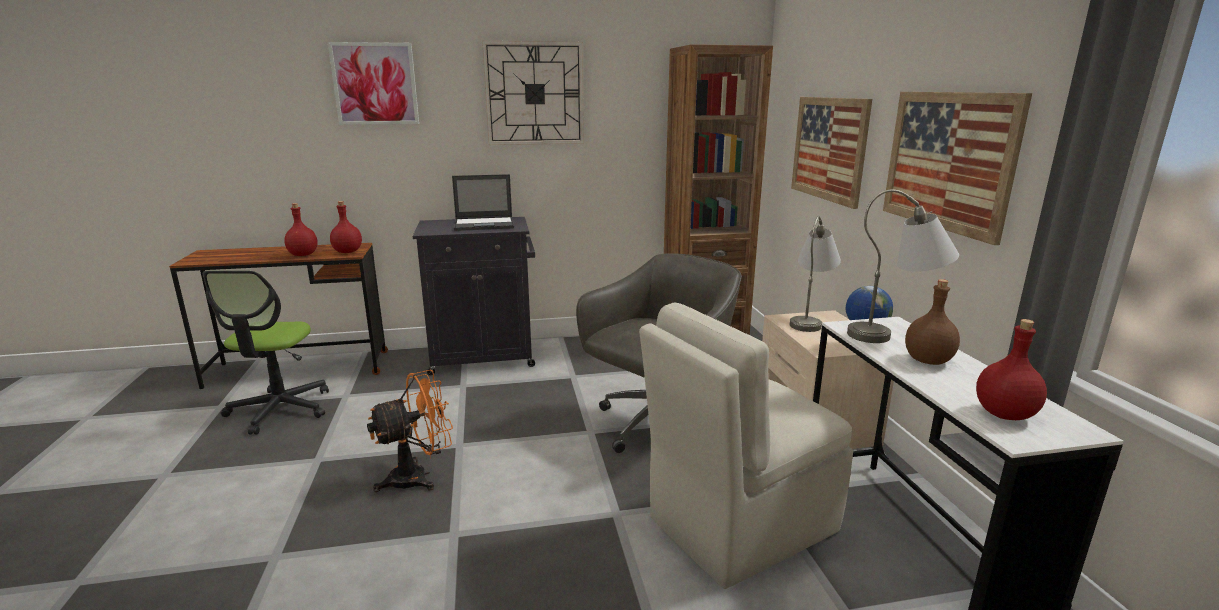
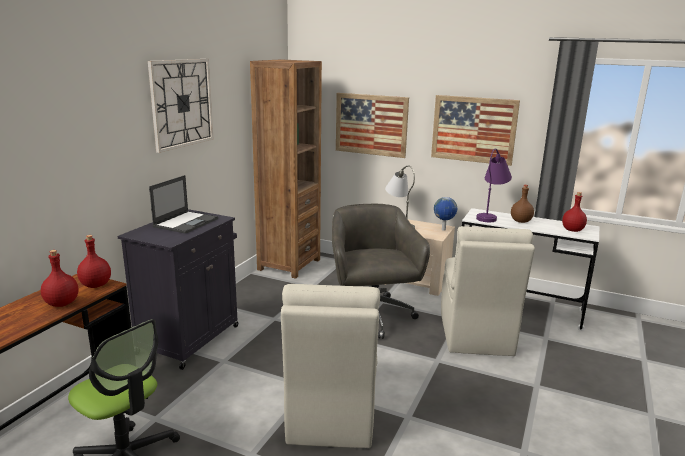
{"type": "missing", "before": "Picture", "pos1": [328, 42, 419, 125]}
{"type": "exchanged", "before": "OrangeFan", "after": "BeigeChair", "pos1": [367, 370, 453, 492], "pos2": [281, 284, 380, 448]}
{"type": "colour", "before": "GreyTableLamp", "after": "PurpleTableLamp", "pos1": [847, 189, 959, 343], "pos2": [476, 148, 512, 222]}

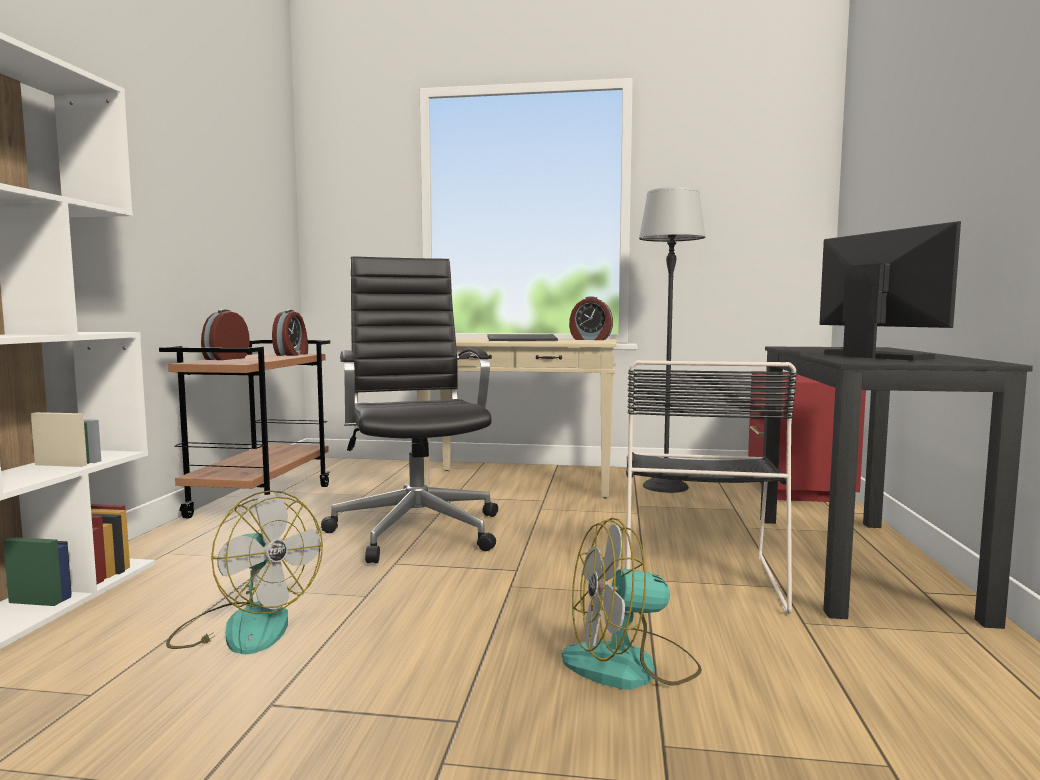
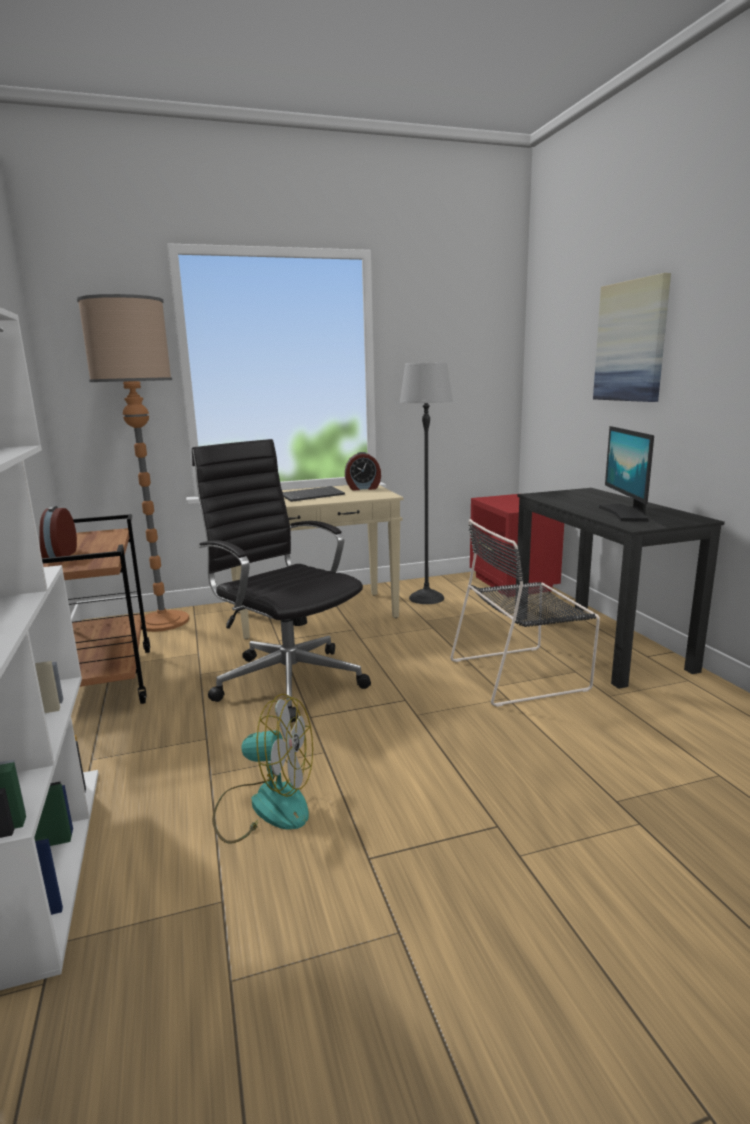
{"type": "missing", "before": "AlarmClock", "pos1": [272, 310, 308, 356]}
{"type": "missing", "before": "Fan", "pos1": [562, 518, 702, 690]}
{"type": "spun", "before": "BlackChair", "pos1": [626, 360, 797, 614], "pos2": [450, 519, 600, 707], "turn": 90}
{"type": "spun", "before": "Monitor", "pos1": [820, 221, 961, 361], "pos2": [598, 426, 654, 522], "turn": -135}
{"type": "appeared", "after": "FloorLamp", "pos2": [77, 294, 189, 632]}
{"type": "appeared", "after": "Picture", "pos2": [593, 273, 671, 402]}

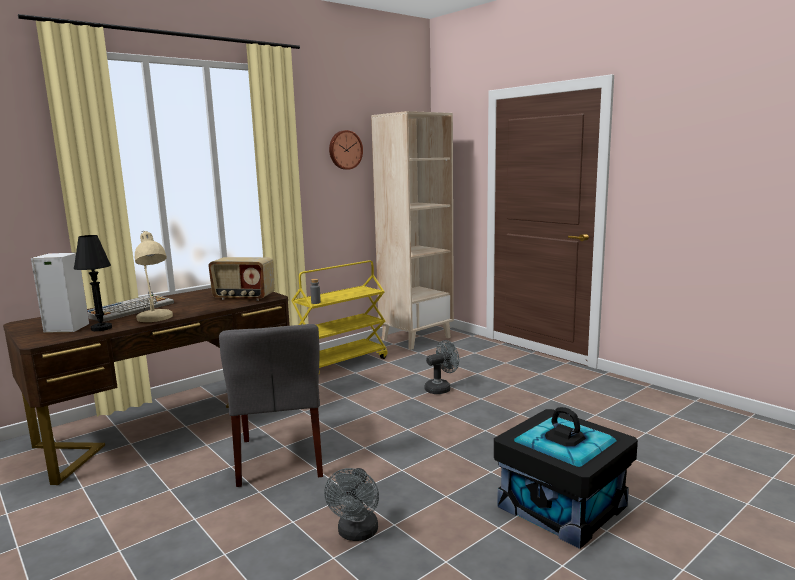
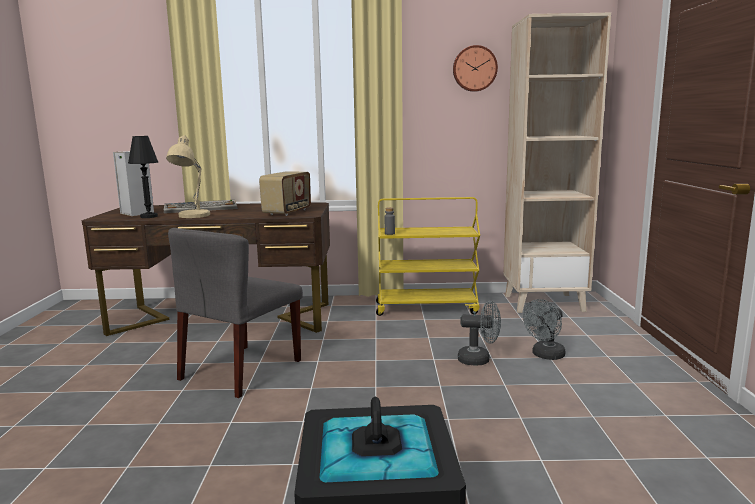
{"type": "spun", "before": "Radio", "pos1": [208, 257, 275, 301], "pos2": [259, 171, 311, 216], "turn": -120}
{"type": "relocated", "before": "GreyFan", "pos1": [324, 468, 379, 541], "pos2": [523, 299, 566, 360]}

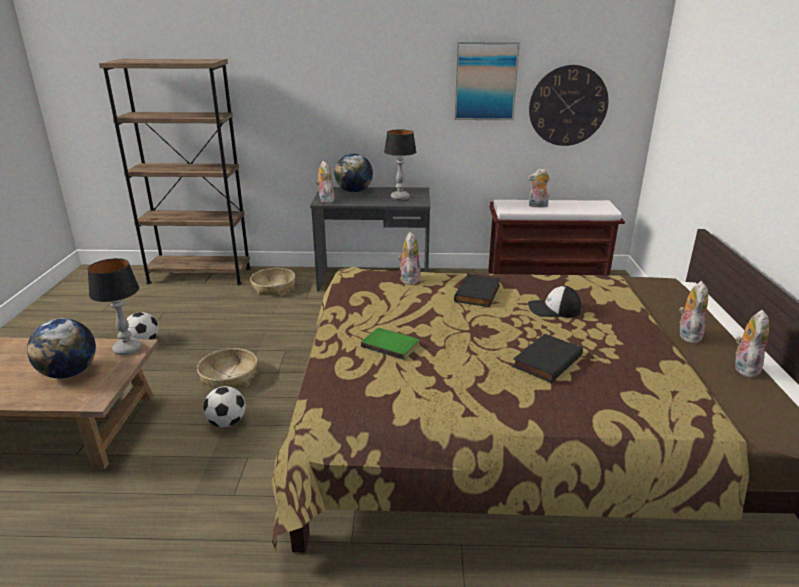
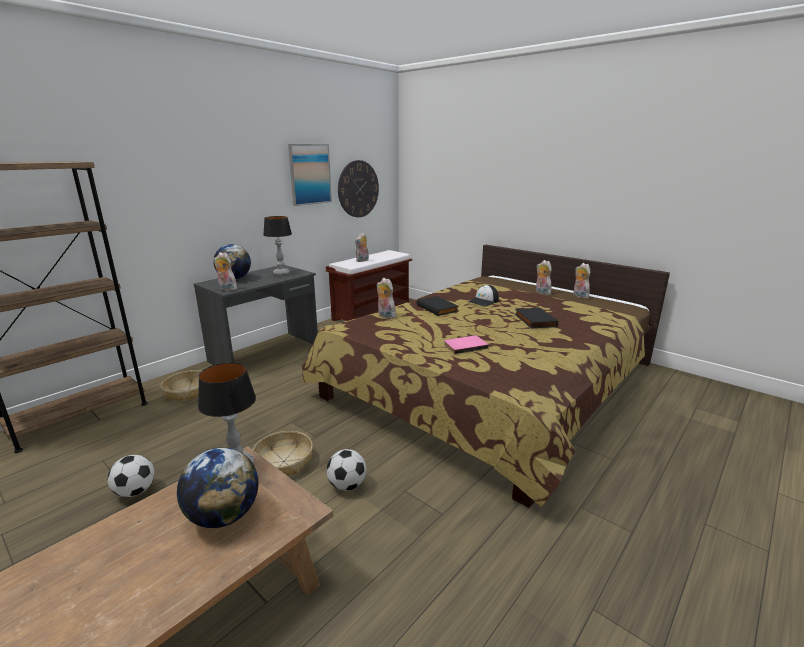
{"type": "colour", "before": "GreenBook", "after": "PinkBook", "pos1": [361, 328, 420, 360], "pos2": [444, 335, 489, 354]}

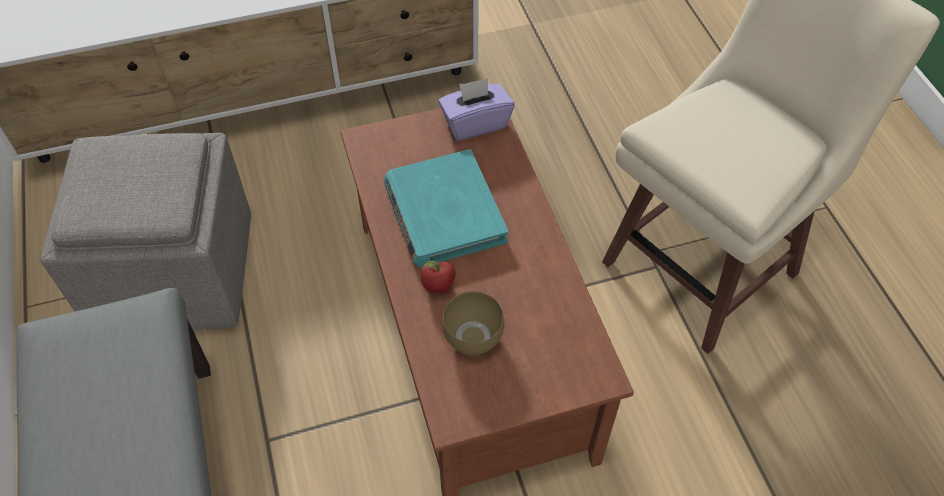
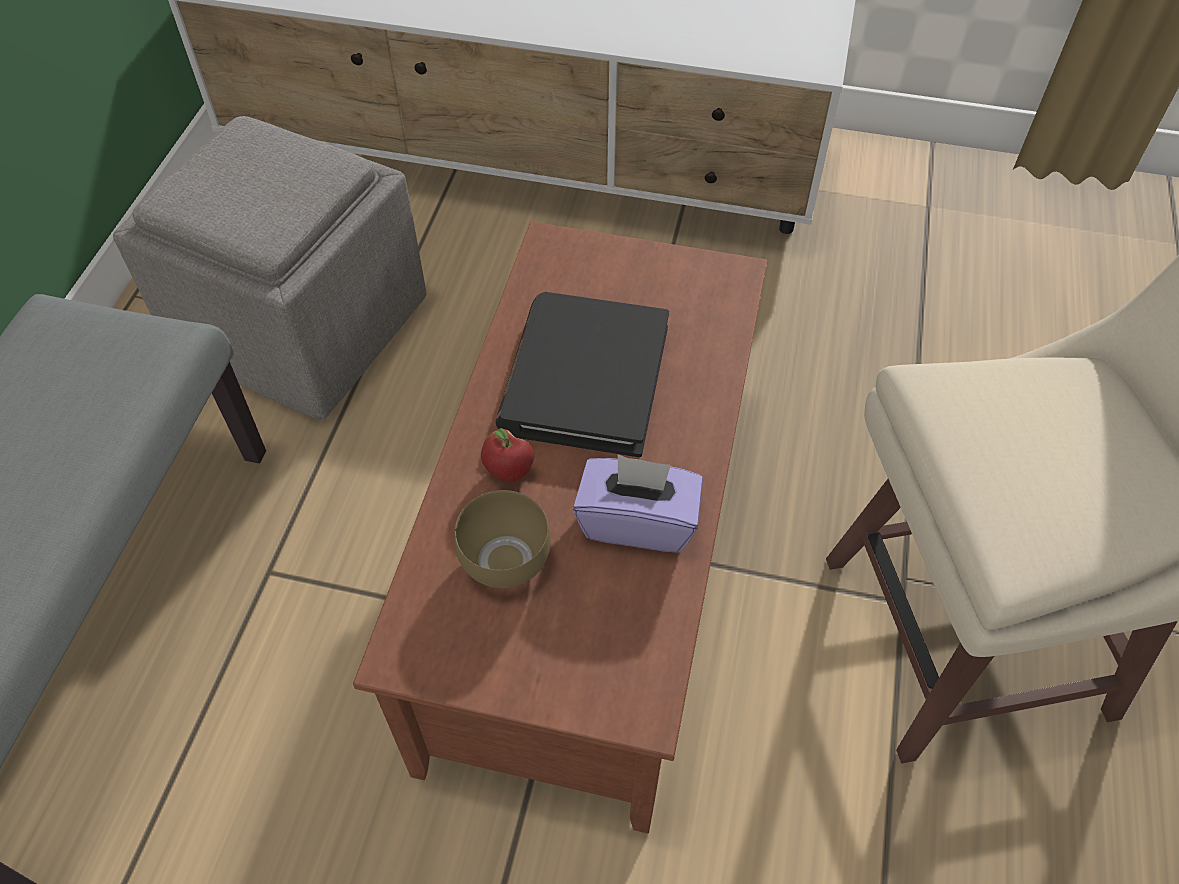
{"type": "colour", "before": "TurquoiseBook", "after": "BlackBook", "pos1": [384, 149, 508, 267], "pos2": [495, 292, 669, 457]}
{"type": "relocated", "before": "PurpleTissueBox", "pos1": [438, 78, 514, 140], "pos2": [573, 454, 703, 553]}

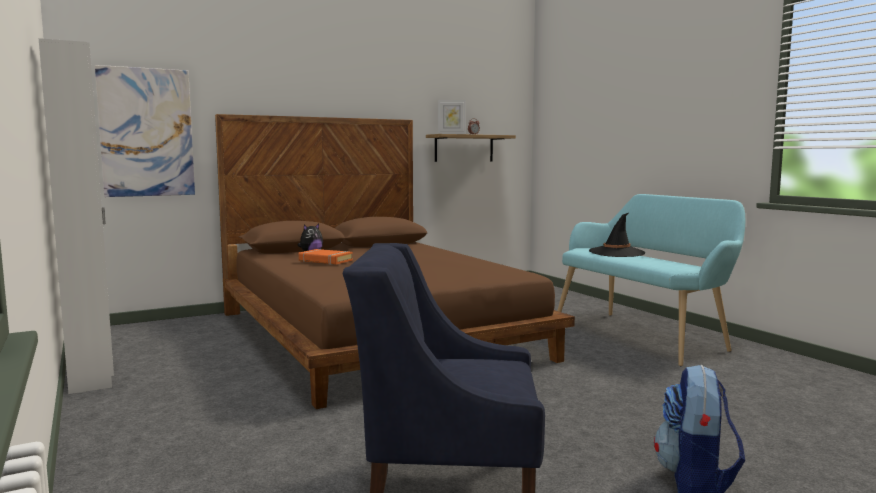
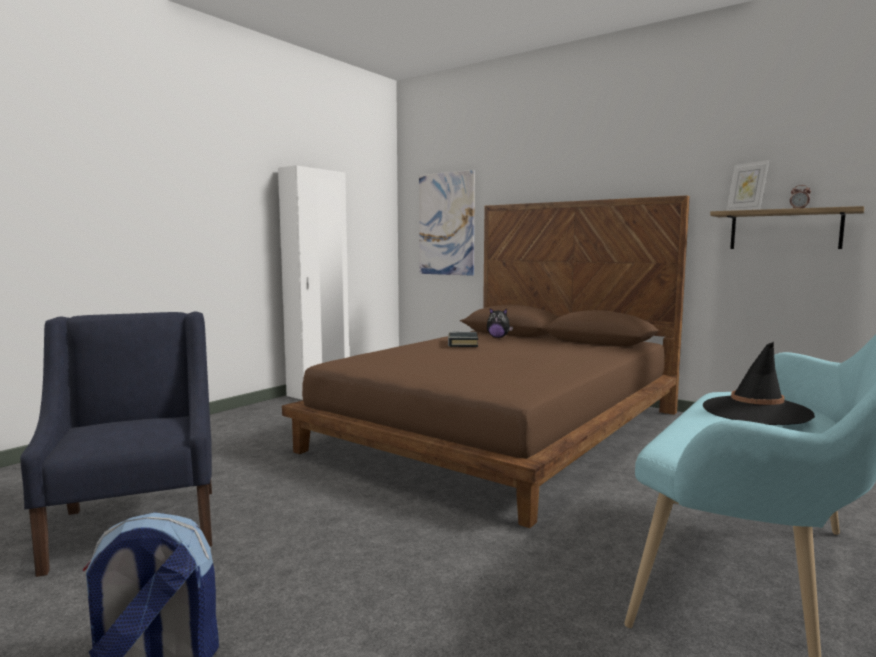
{"type": "colour", "before": "OrangeBook", "after": "BlackBook", "pos1": [299, 249, 353, 264], "pos2": [448, 332, 478, 347]}

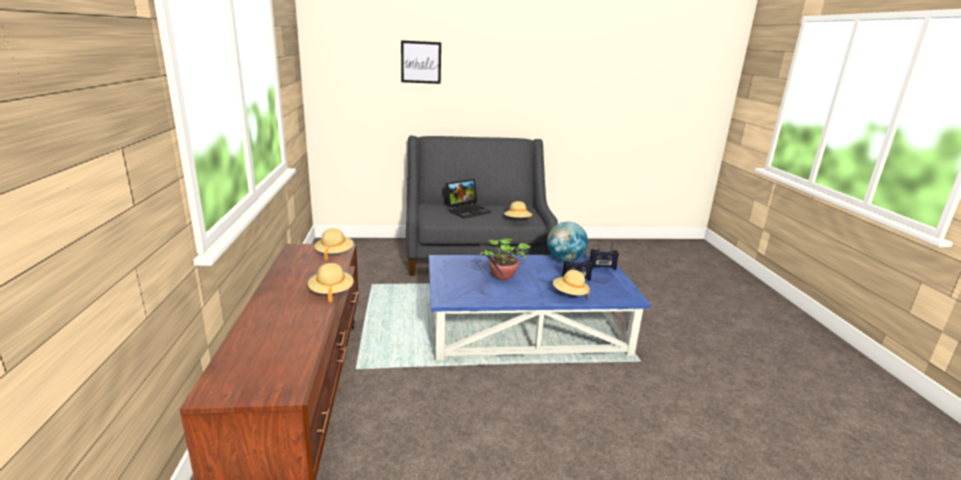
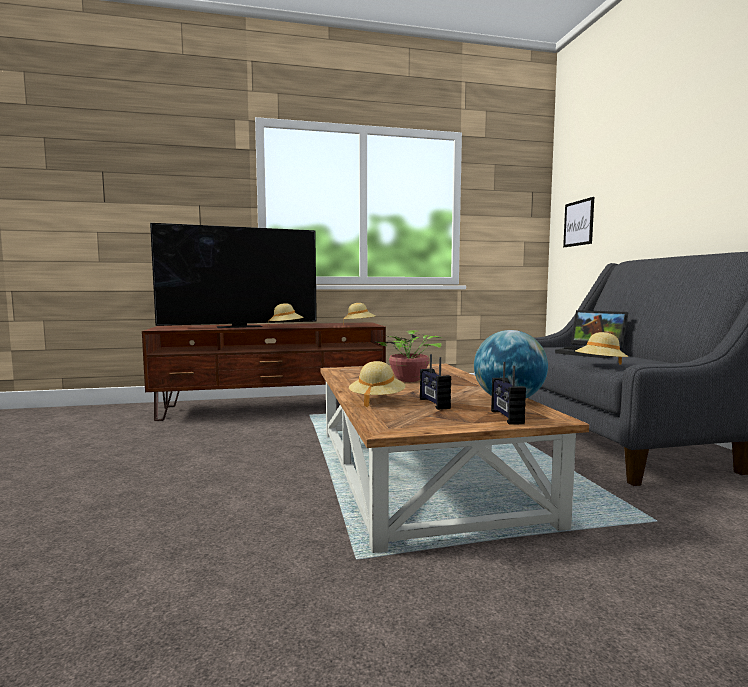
{"type": "relocated", "before": "Picture", "pos1": [401, 40, 441, 84], "pos2": [563, 197, 594, 247]}
{"type": "colour", "before": "BlueCoffeeTable", "after": "BrownCoffeeTable", "pos1": [429, 255, 651, 361], "pos2": [321, 364, 589, 553]}
{"type": "appeared", "after": "Television", "pos2": [150, 223, 317, 328]}

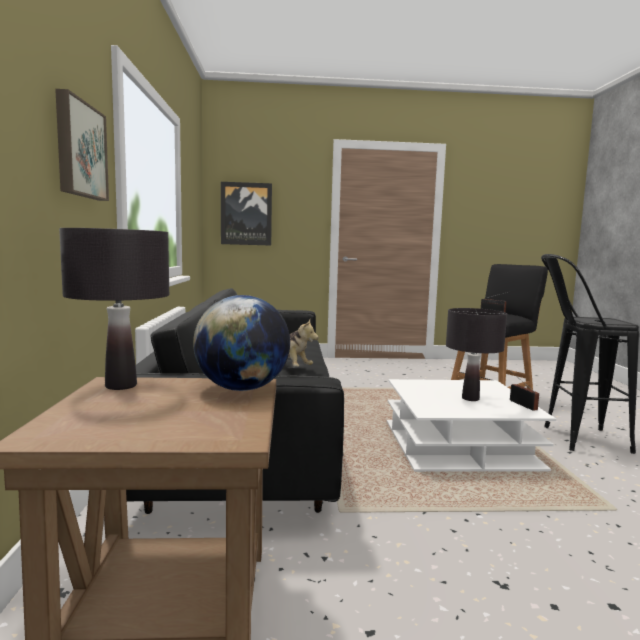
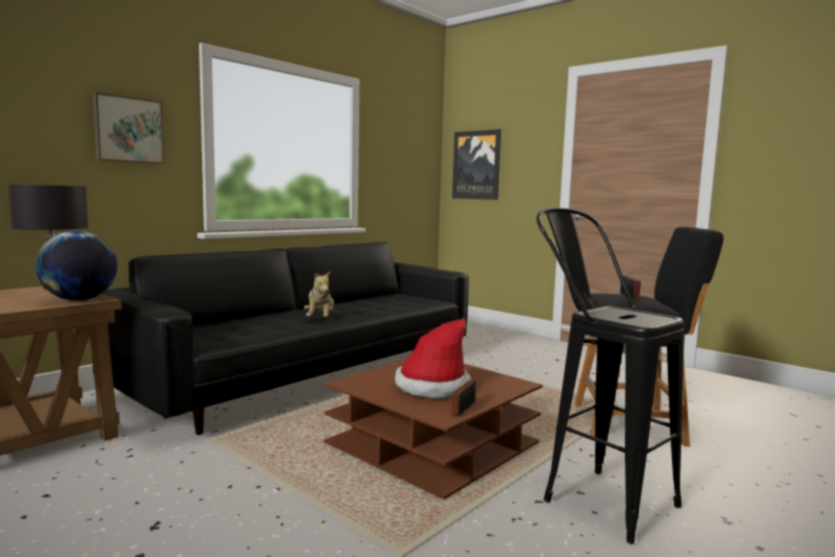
{"type": "colour", "before": "WhiteCoffeeTable", "after": "BrownCoffeeTable", "pos1": [387, 379, 556, 472], "pos2": [324, 360, 543, 500]}
{"type": "exchanged", "before": "BlackTableLamp", "after": "Hat", "pos1": [446, 308, 507, 401], "pos2": [395, 318, 471, 400]}

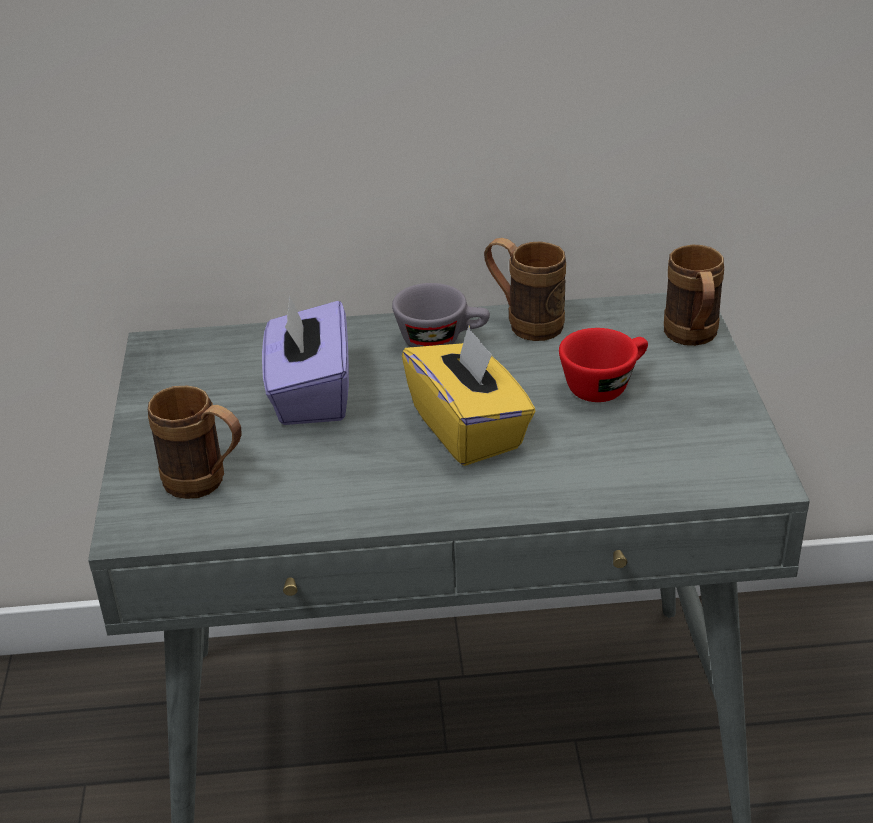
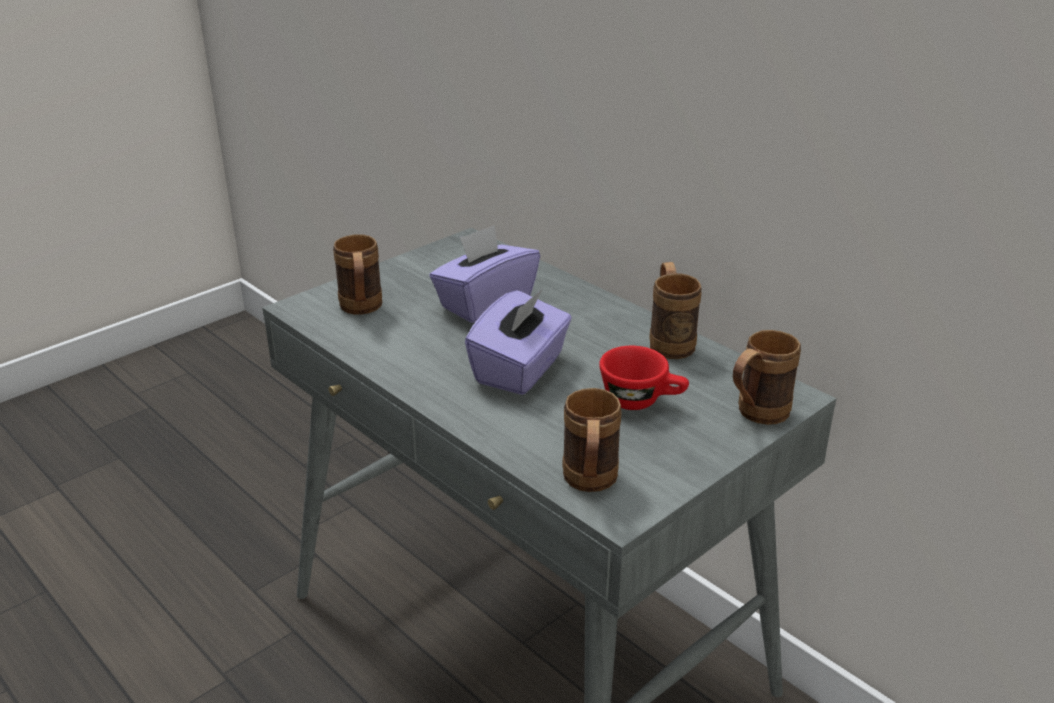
{"type": "missing", "before": "GreyCup", "pos1": [392, 283, 490, 347]}
{"type": "colour", "before": "YellowTissueBox", "after": "PurpleTissueBox", "pos1": [402, 326, 535, 466], "pos2": [465, 289, 572, 395]}
{"type": "appeared", "after": "BrownMug", "pos2": [562, 388, 622, 492]}

